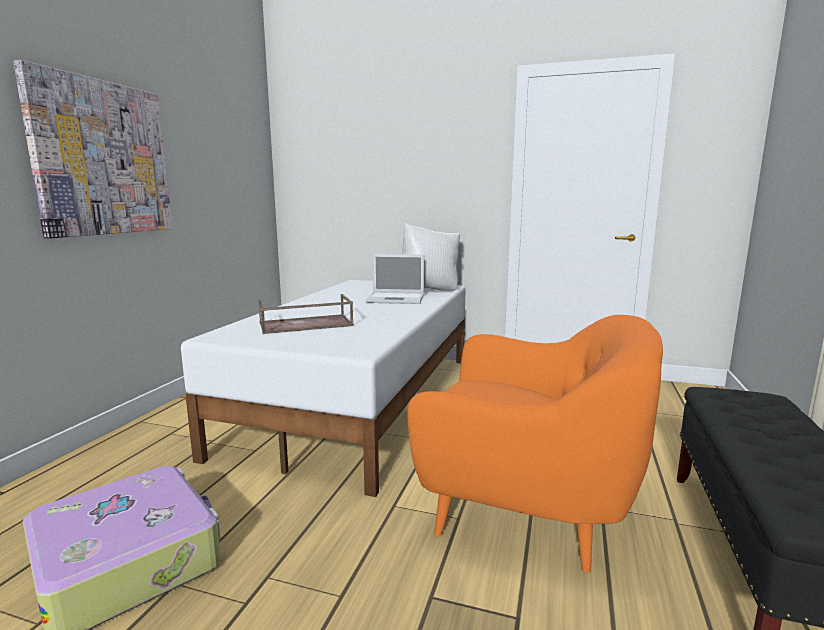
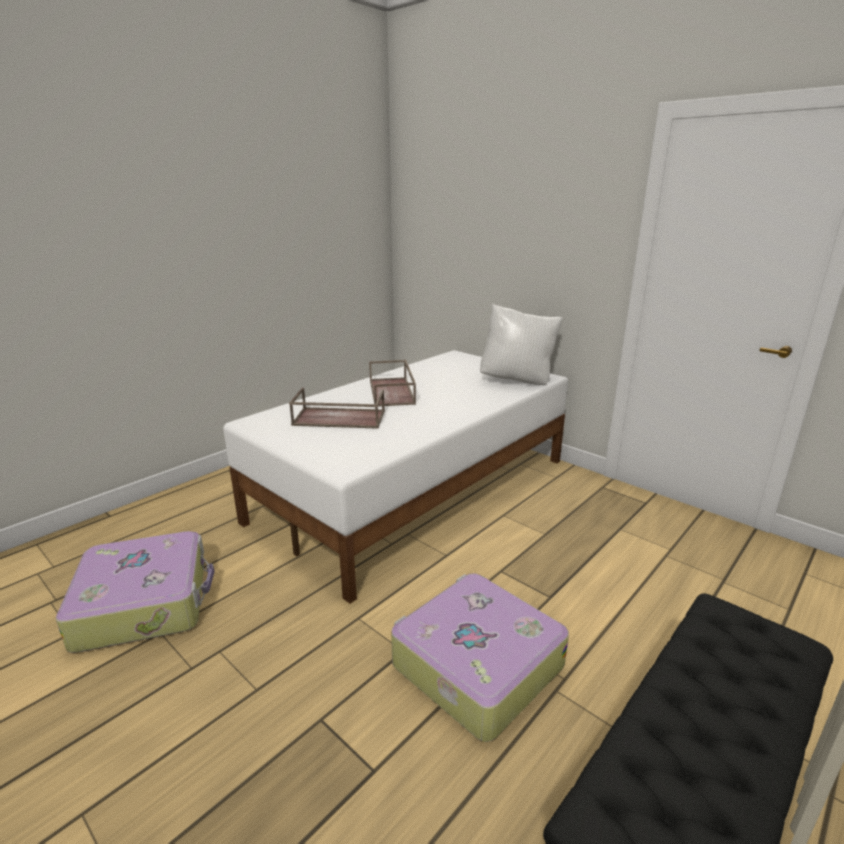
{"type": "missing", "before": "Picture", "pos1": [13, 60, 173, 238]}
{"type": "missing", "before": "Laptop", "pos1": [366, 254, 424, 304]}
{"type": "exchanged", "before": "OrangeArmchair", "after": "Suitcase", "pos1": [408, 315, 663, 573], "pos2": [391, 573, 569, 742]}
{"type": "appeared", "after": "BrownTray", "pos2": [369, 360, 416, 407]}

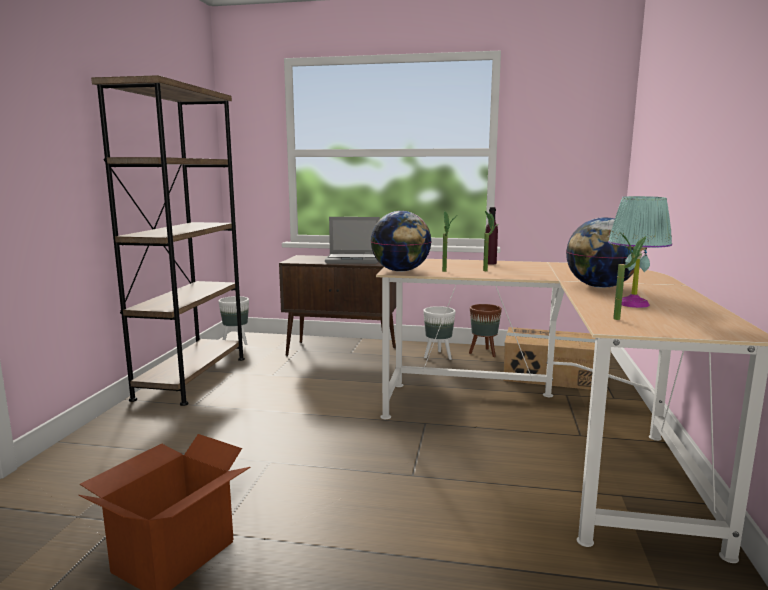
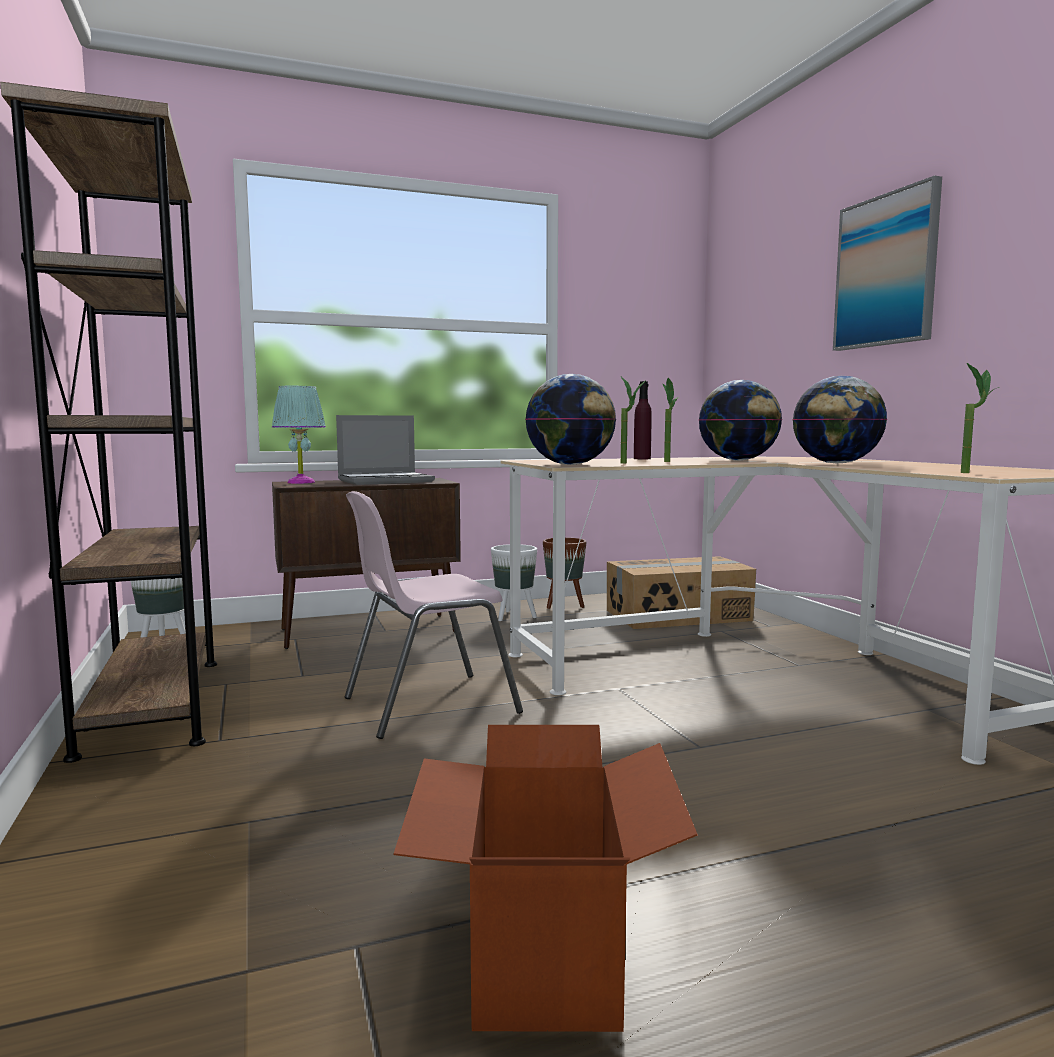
{"type": "relocated", "before": "TurquoiseTableLamp", "pos1": [608, 196, 672, 308], "pos2": [272, 386, 326, 484]}
{"type": "appeared", "after": "PinkChair", "pos2": [345, 491, 523, 739]}
{"type": "appeared", "after": "Globe", "pos2": [699, 380, 782, 460]}
{"type": "appeared", "after": "Picture", "pos2": [833, 175, 942, 351]}

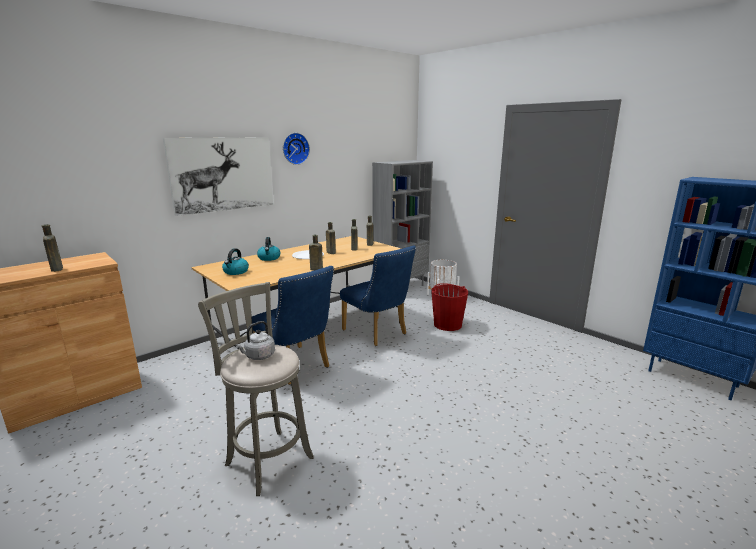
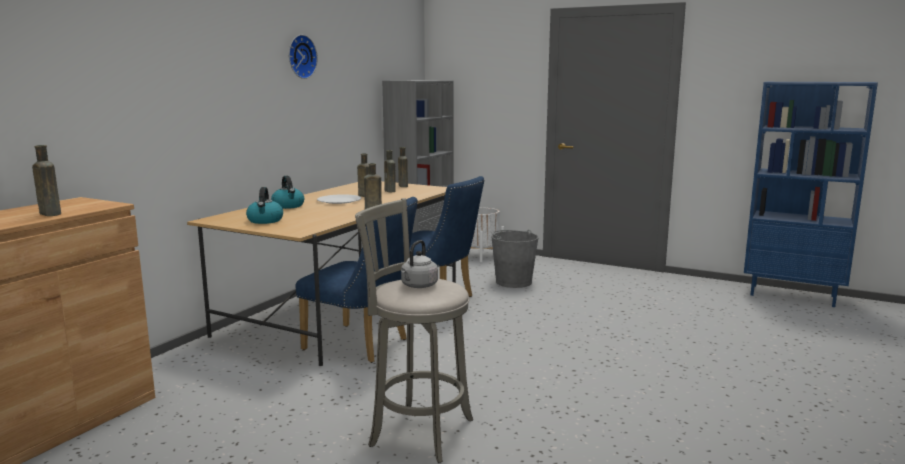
{"type": "missing", "before": "Picture", "pos1": [163, 137, 274, 216]}
{"type": "colour", "before": "RedBucket", "after": "GreyBucket", "pos1": [431, 283, 468, 331], "pos2": [491, 230, 538, 288]}

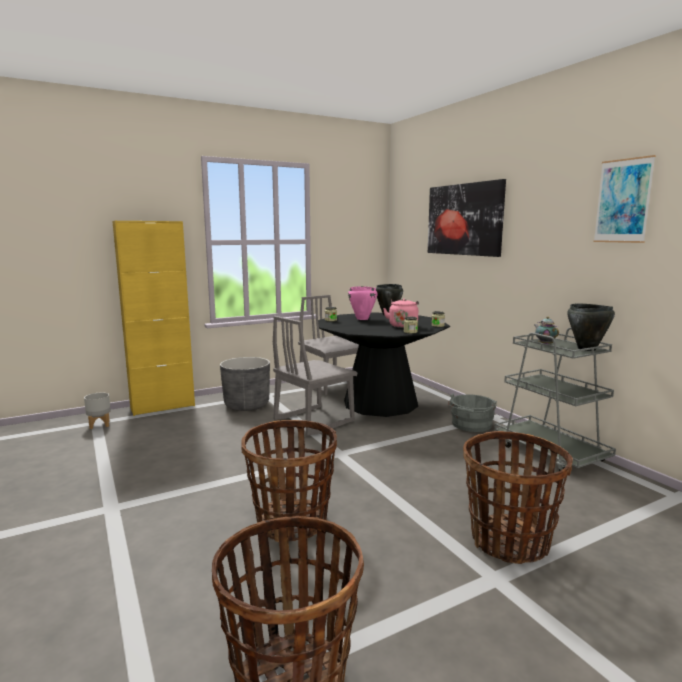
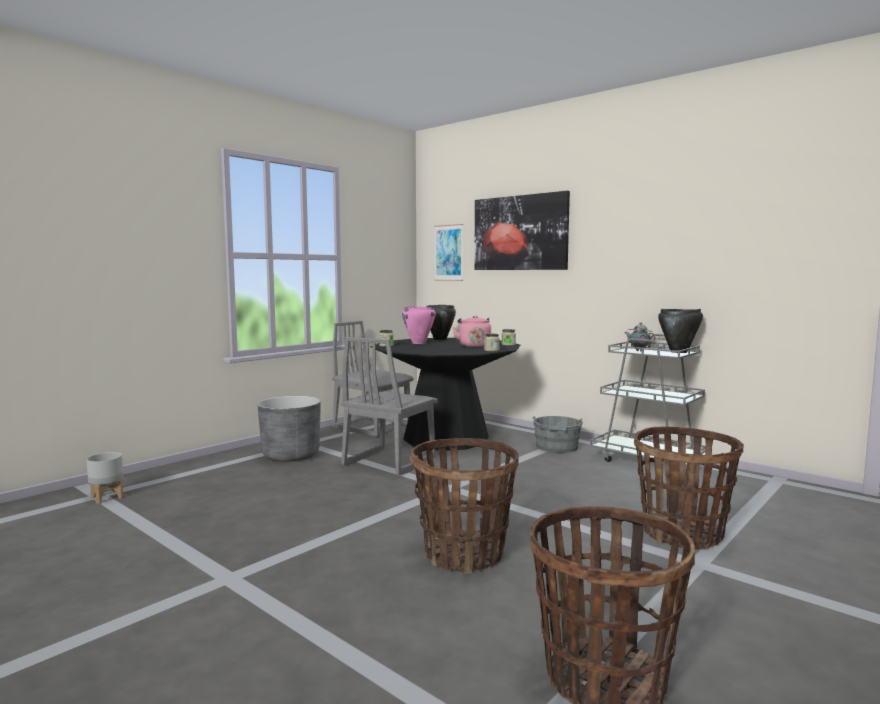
{"type": "missing", "before": "YellowCabinet", "pos1": [112, 221, 195, 416]}
{"type": "relocated", "before": "Picture", "pos1": [593, 155, 656, 243], "pos2": [435, 224, 463, 281]}

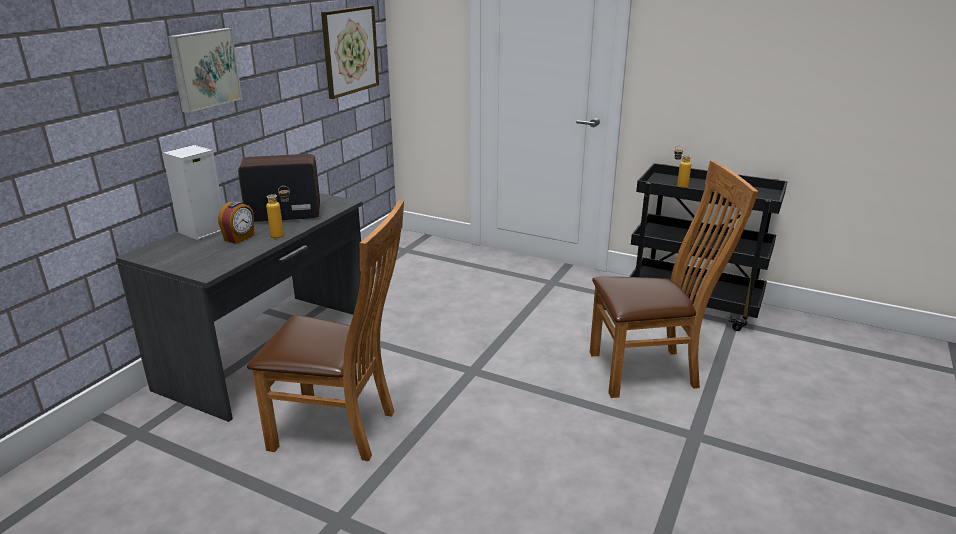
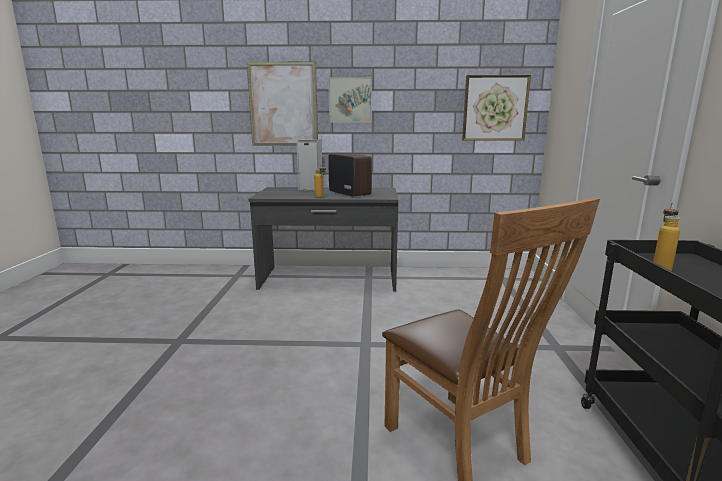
{"type": "missing", "before": "AlarmClock", "pos1": [218, 201, 254, 244]}
{"type": "missing", "before": "BrownChair", "pos1": [247, 200, 404, 461]}
{"type": "appeared", "after": "Picture", "pos2": [247, 62, 318, 146]}

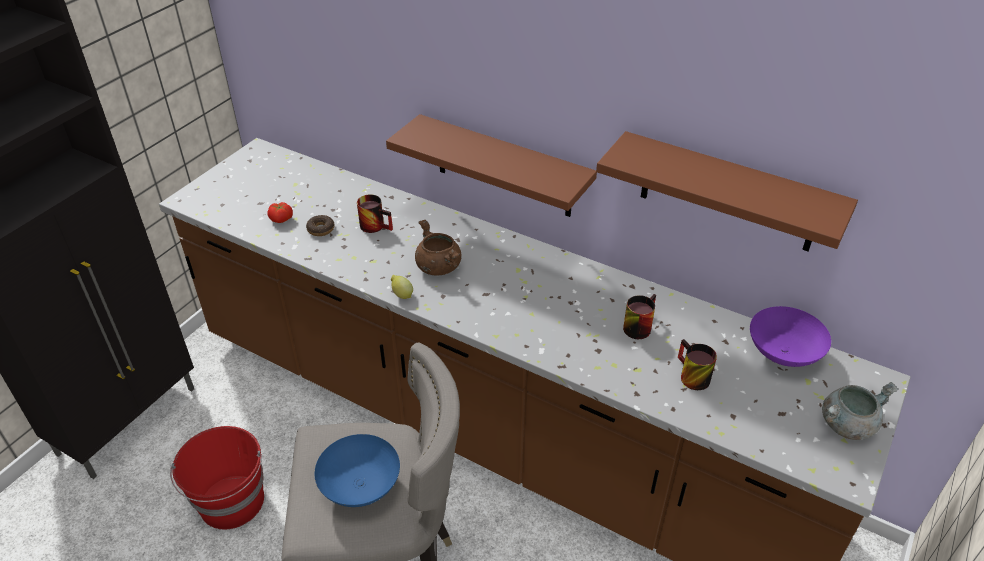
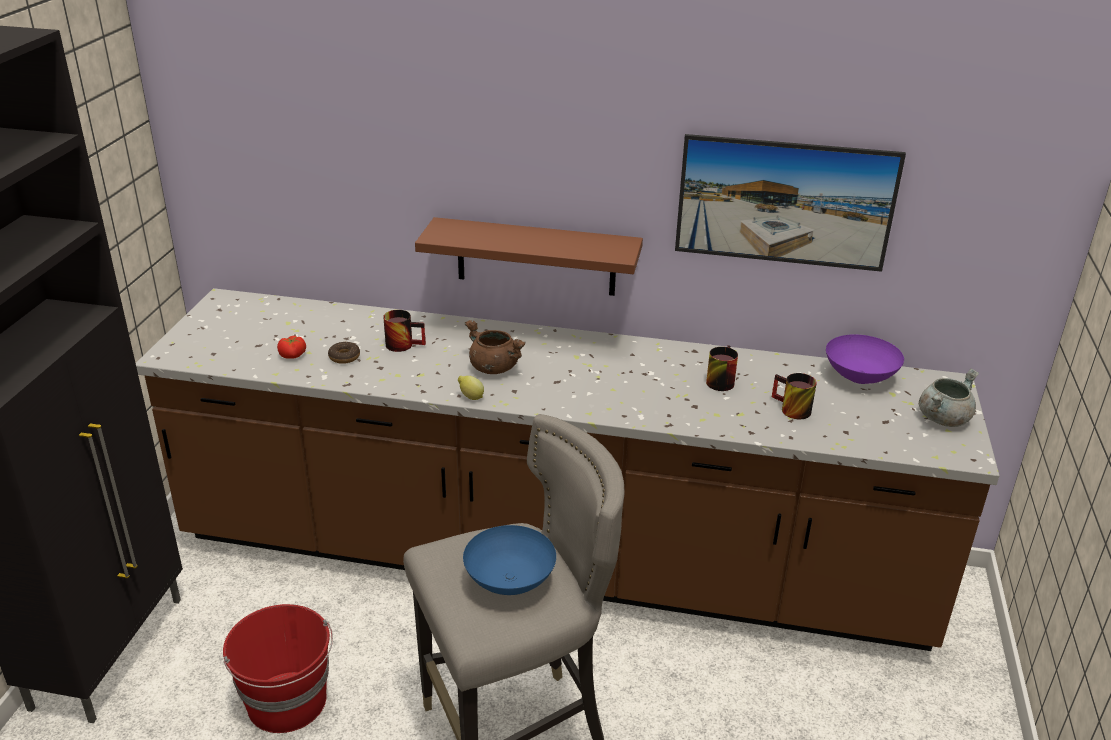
{"type": "exchanged", "before": "BrownShelf", "after": "Picture", "pos1": [596, 131, 858, 251], "pos2": [675, 134, 906, 272]}

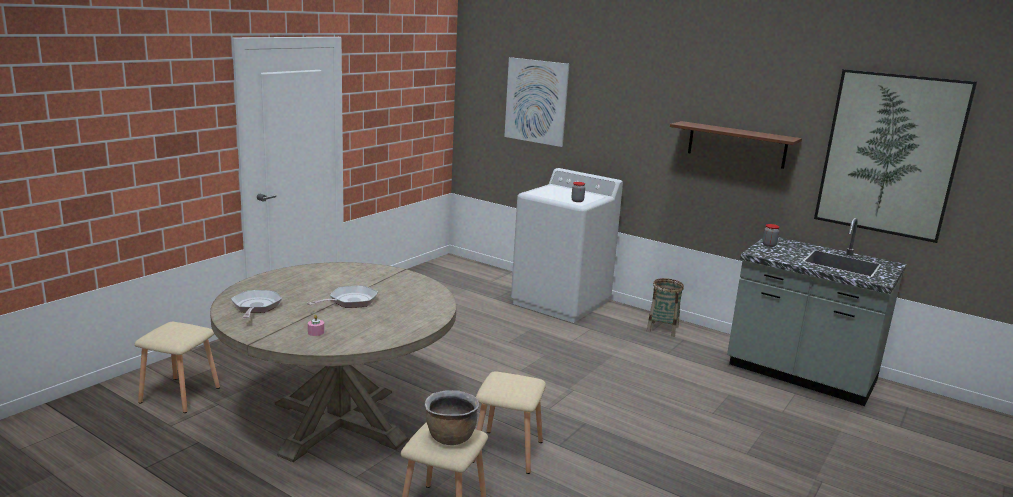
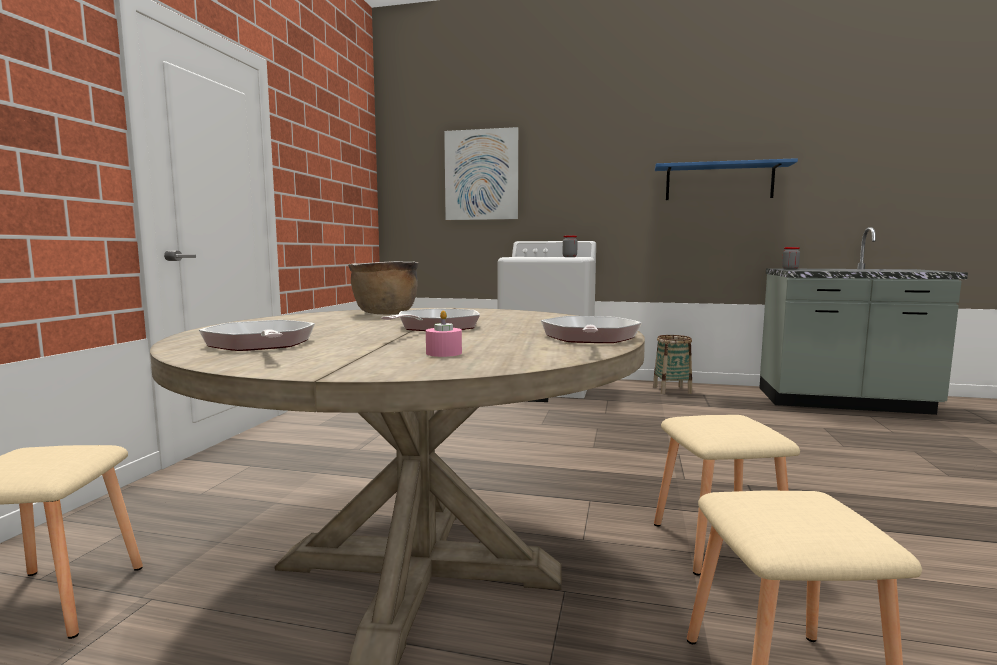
{"type": "relocated", "before": "BrownCookingPot", "pos1": [425, 390, 479, 445], "pos2": [348, 261, 419, 314]}
{"type": "colour", "before": "BrownShelf", "after": "BlueShelf", "pos1": [670, 121, 802, 169], "pos2": [655, 158, 798, 200]}
{"type": "missing", "before": "Picture", "pos1": [814, 69, 977, 243]}
{"type": "appeared", "after": "FryingPan", "pos2": [541, 316, 642, 343]}

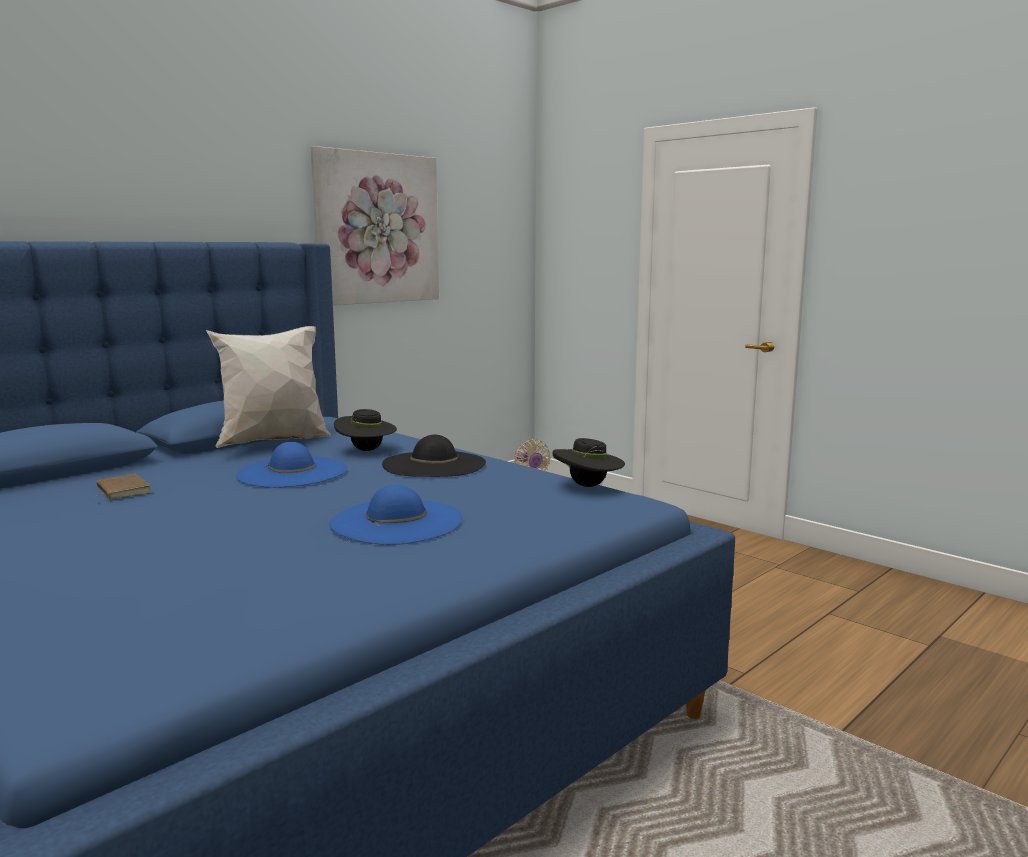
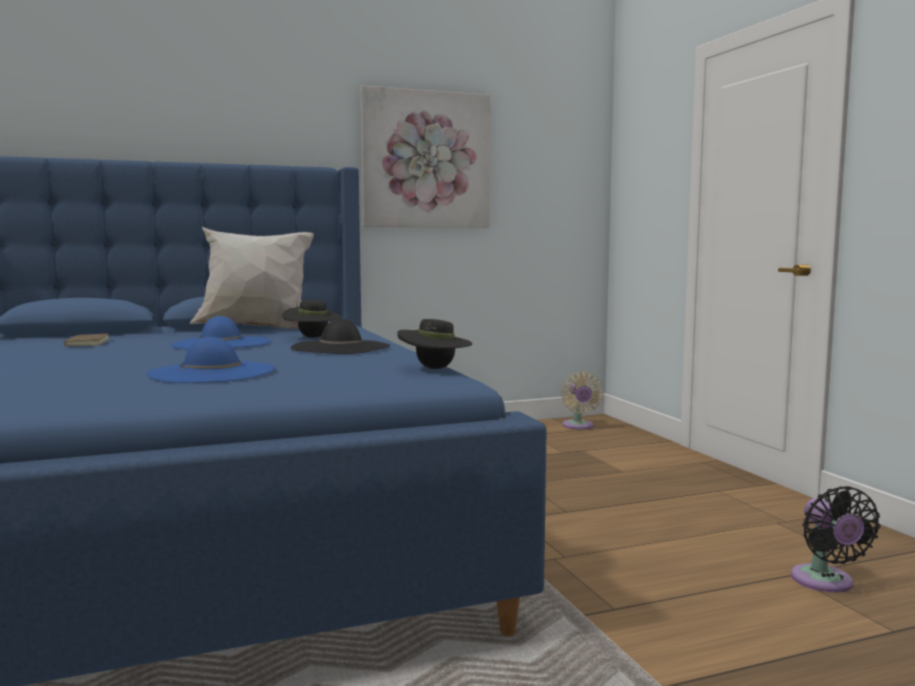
{"type": "appeared", "after": "BlackFan", "pos2": [791, 486, 881, 593]}

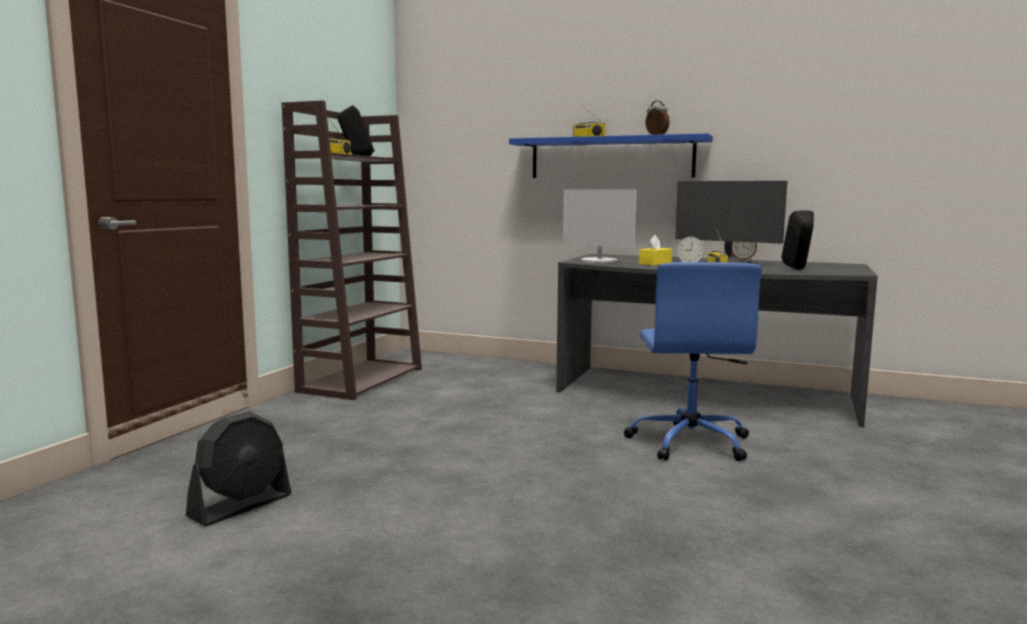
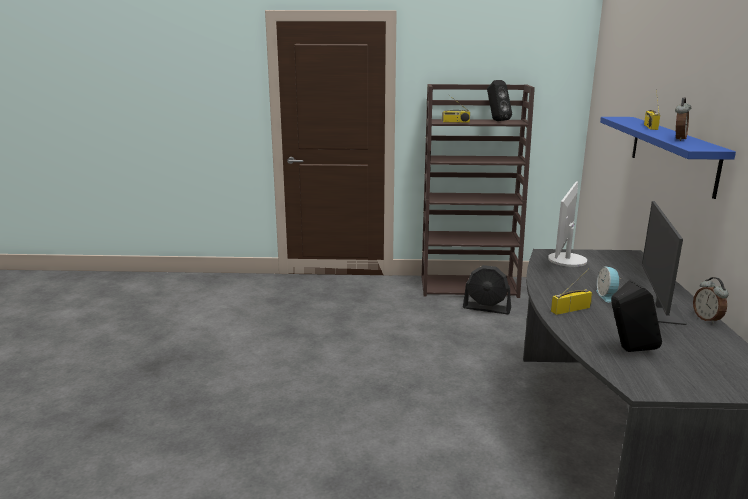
{"type": "relocated", "before": "BlackFan", "pos1": [186, 411, 291, 526], "pos2": [463, 265, 511, 314]}
{"type": "missing", "before": "BlueOfficeChair", "pos1": [624, 262, 762, 461]}
{"type": "missing", "before": "YellowTissueBox", "pos1": [639, 235, 672, 265]}

